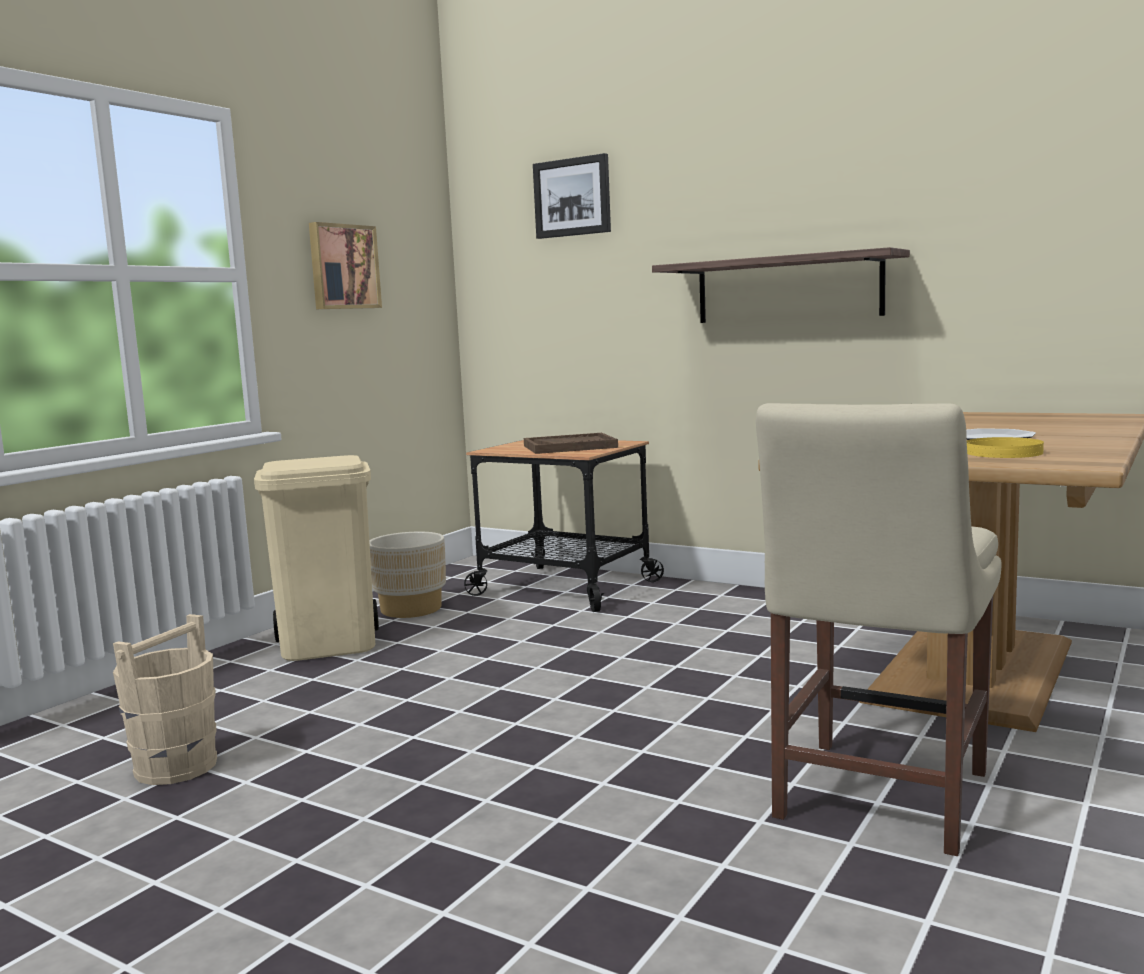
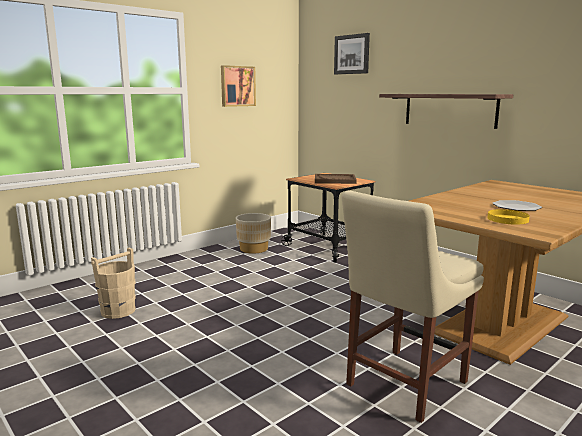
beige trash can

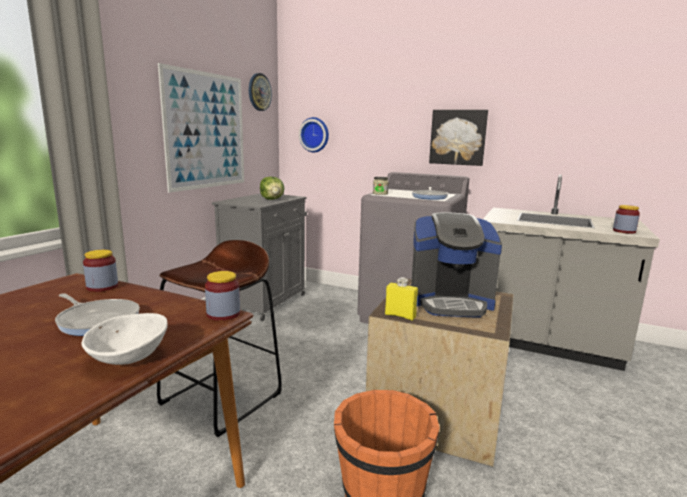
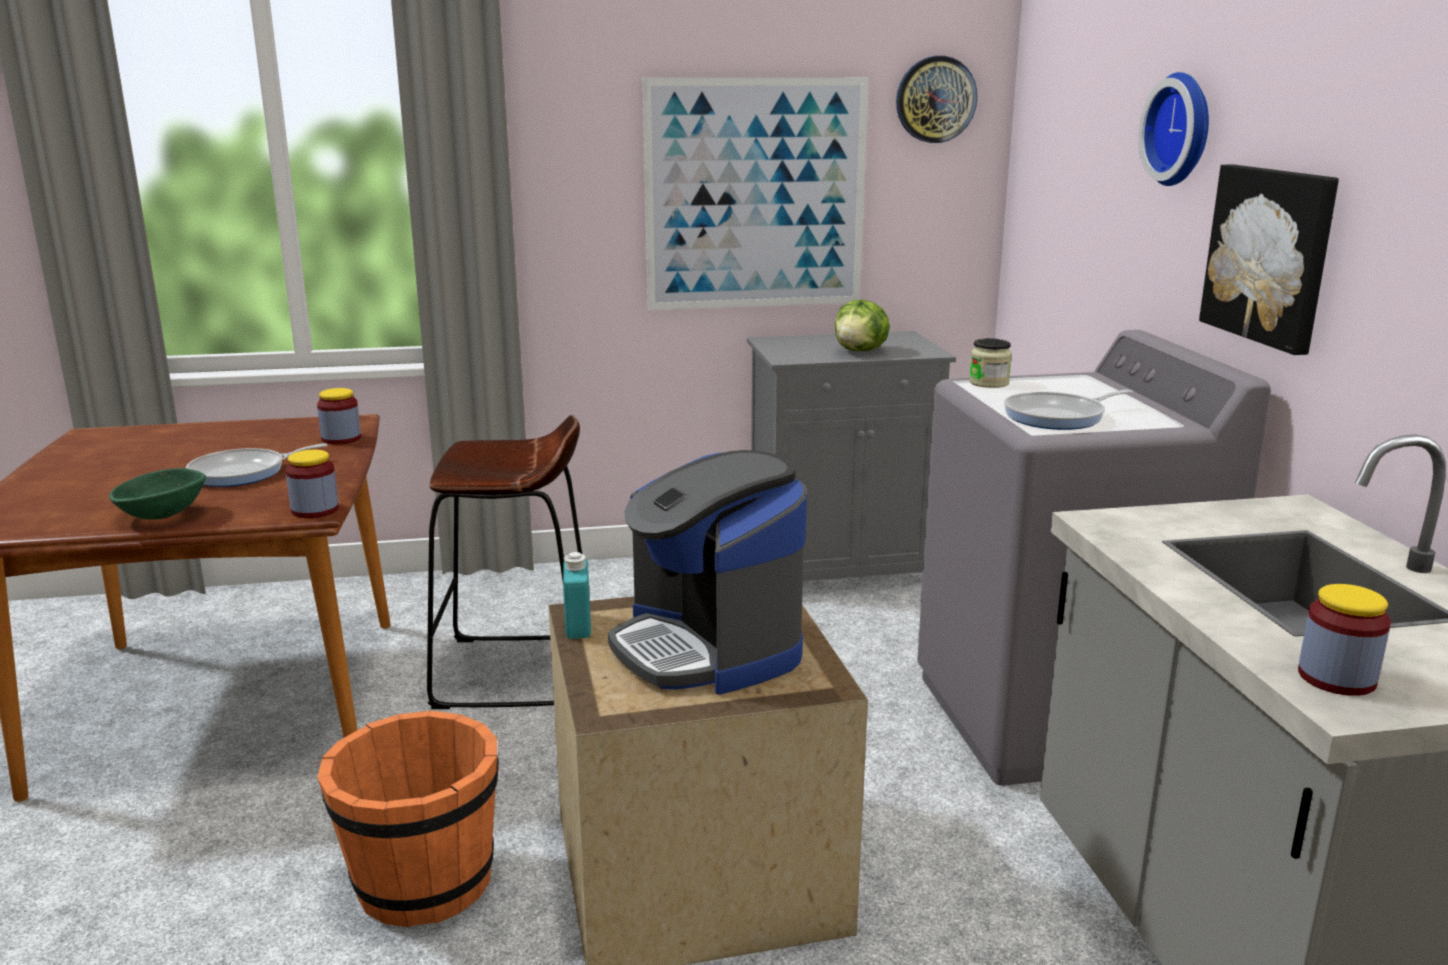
wall clock (2nd from left); green bowl; turquoise bottle; frying pan (1st from left)

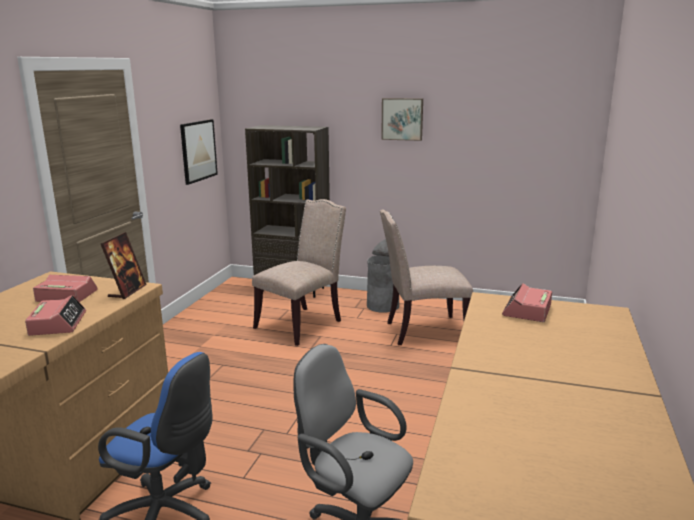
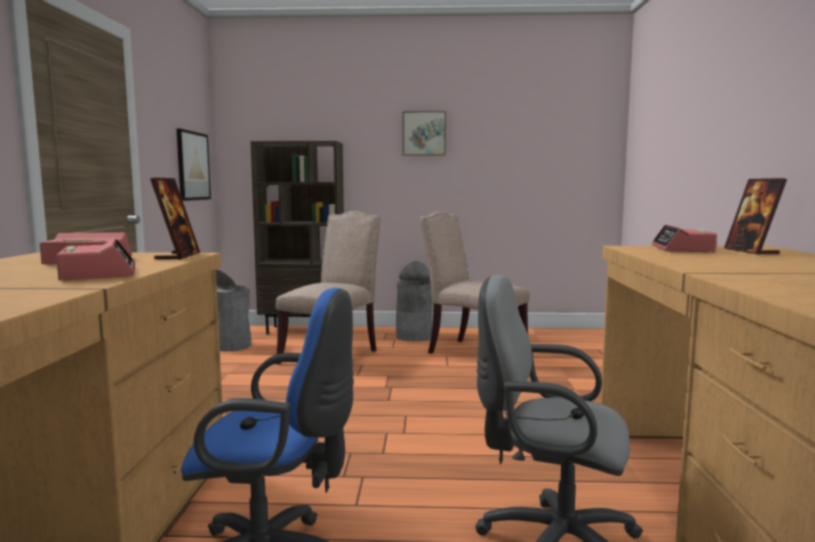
grey trash can (1st from left); picture frame (2nd from left); beige chair (2nd from left)

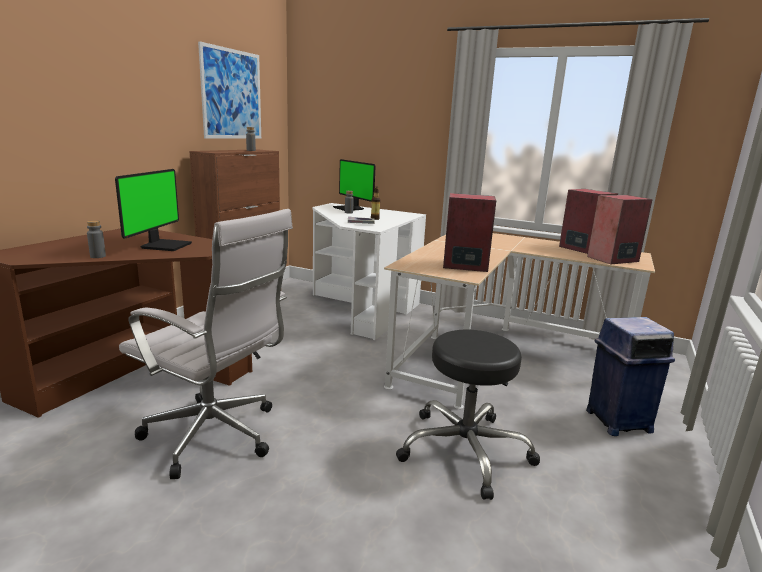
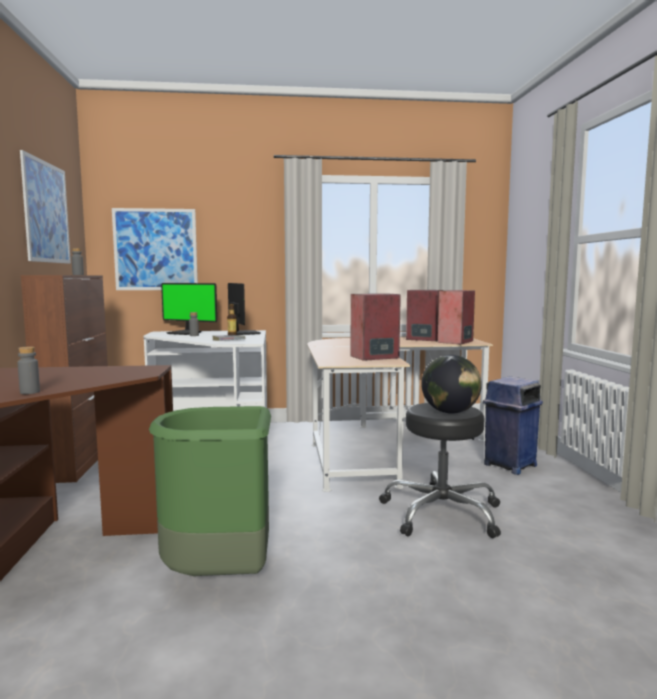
picture (2nd from left); globe; monitor (2nd from left); green trash can

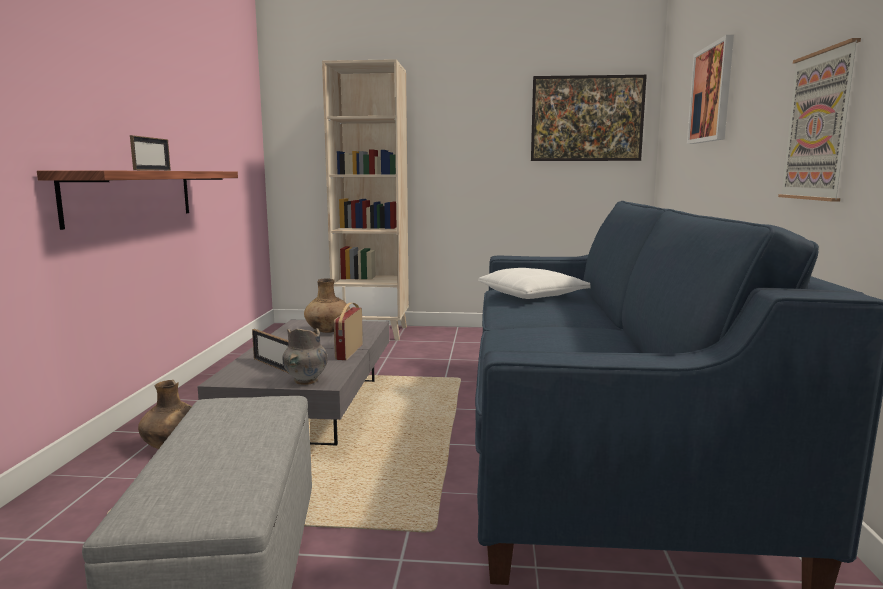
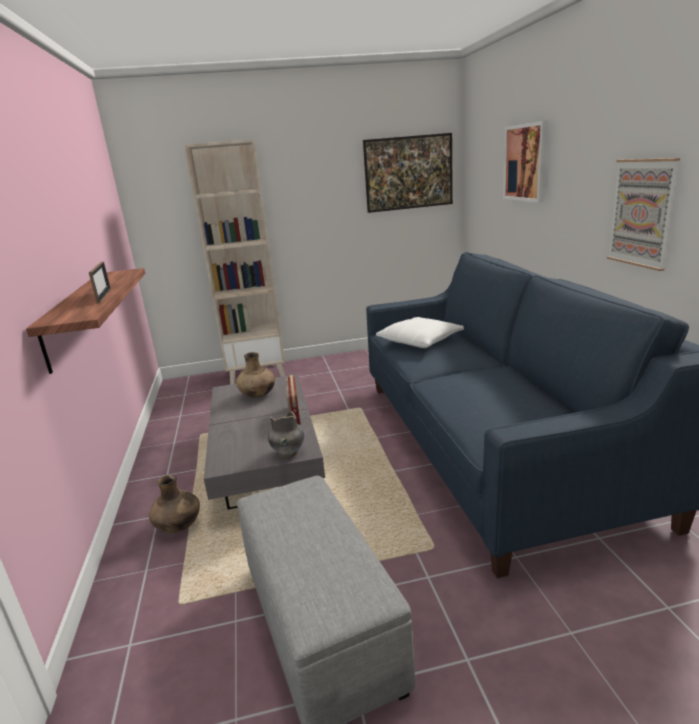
picture frame (2nd from left in the first image)

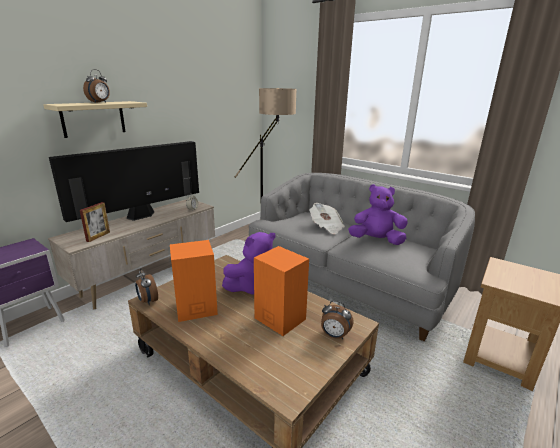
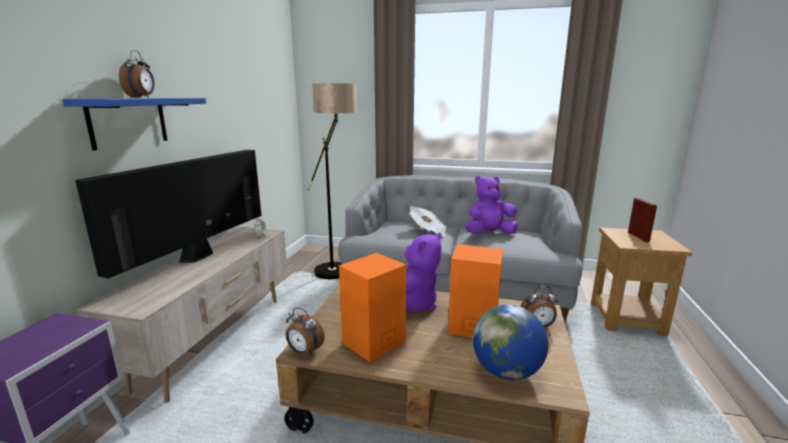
globe; picture frame; blue shelf

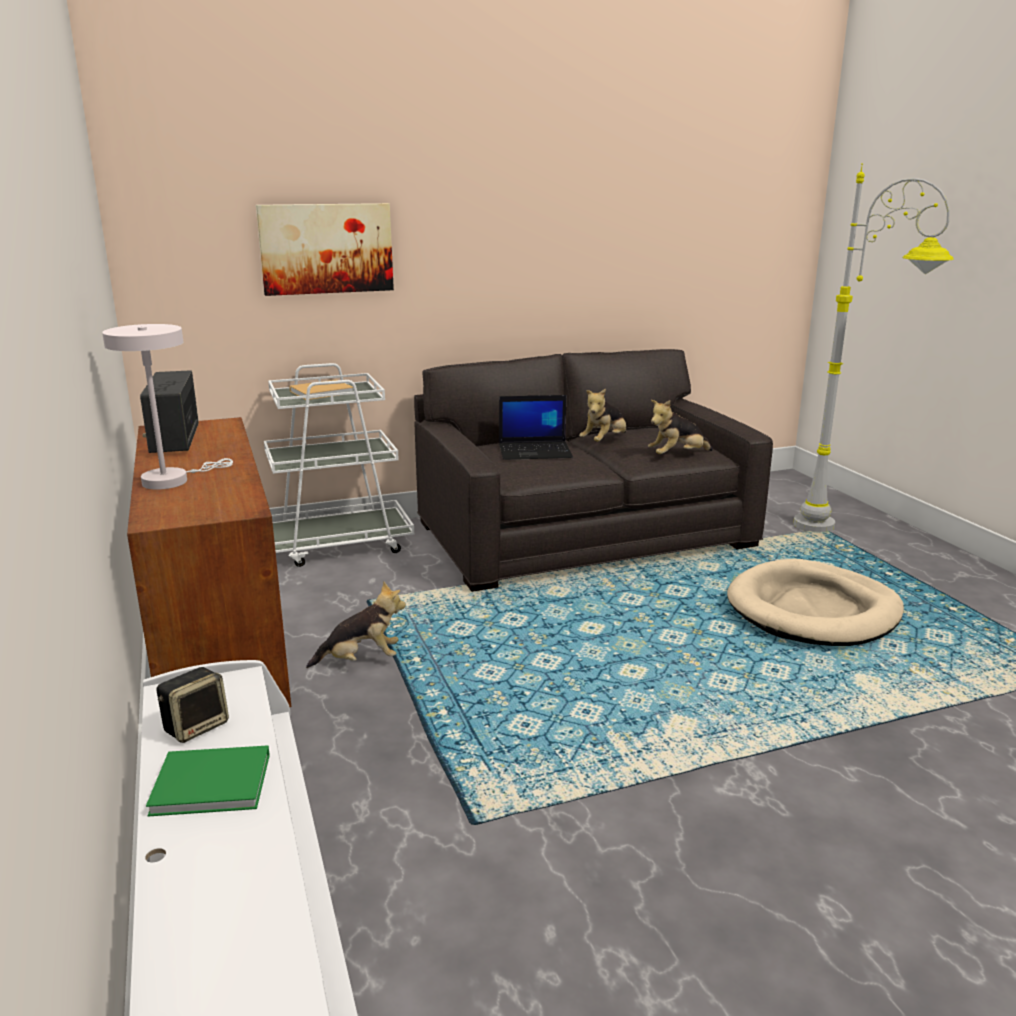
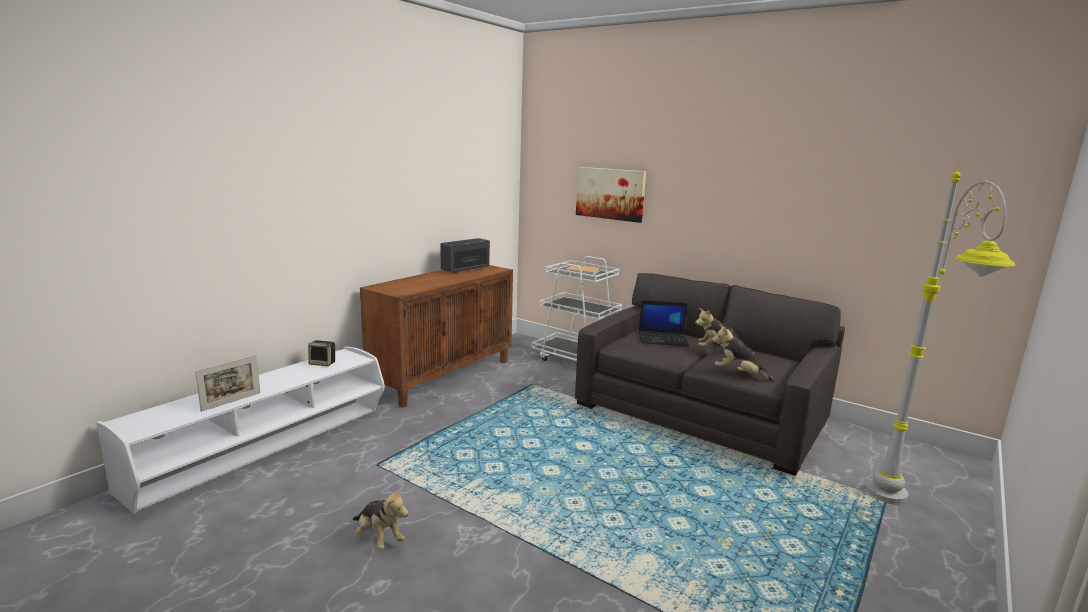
white table lamp; green book; beige dog bed; picture frame; plush toy (1st from left); laptop

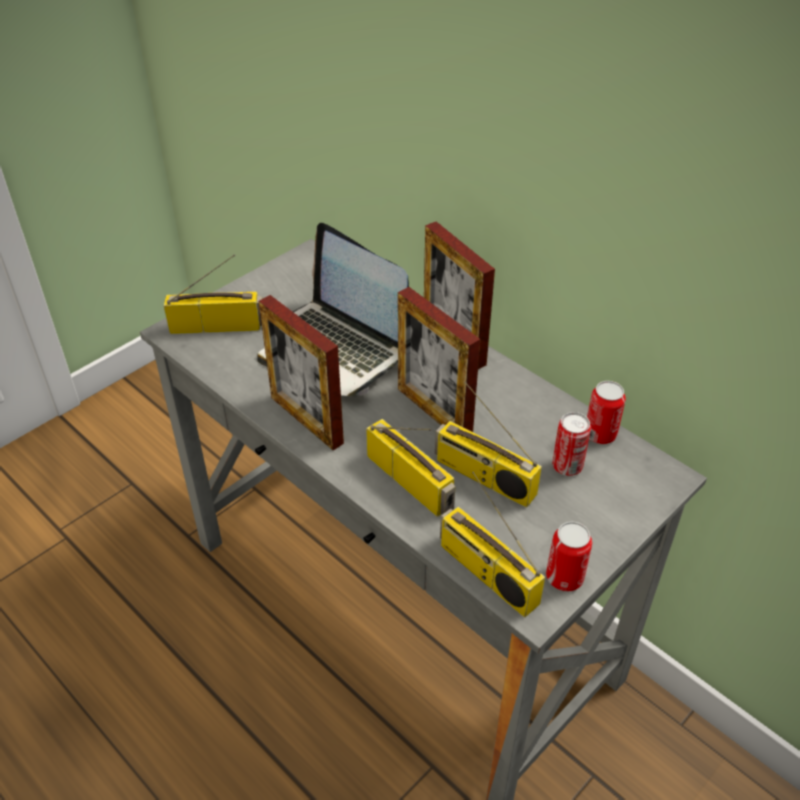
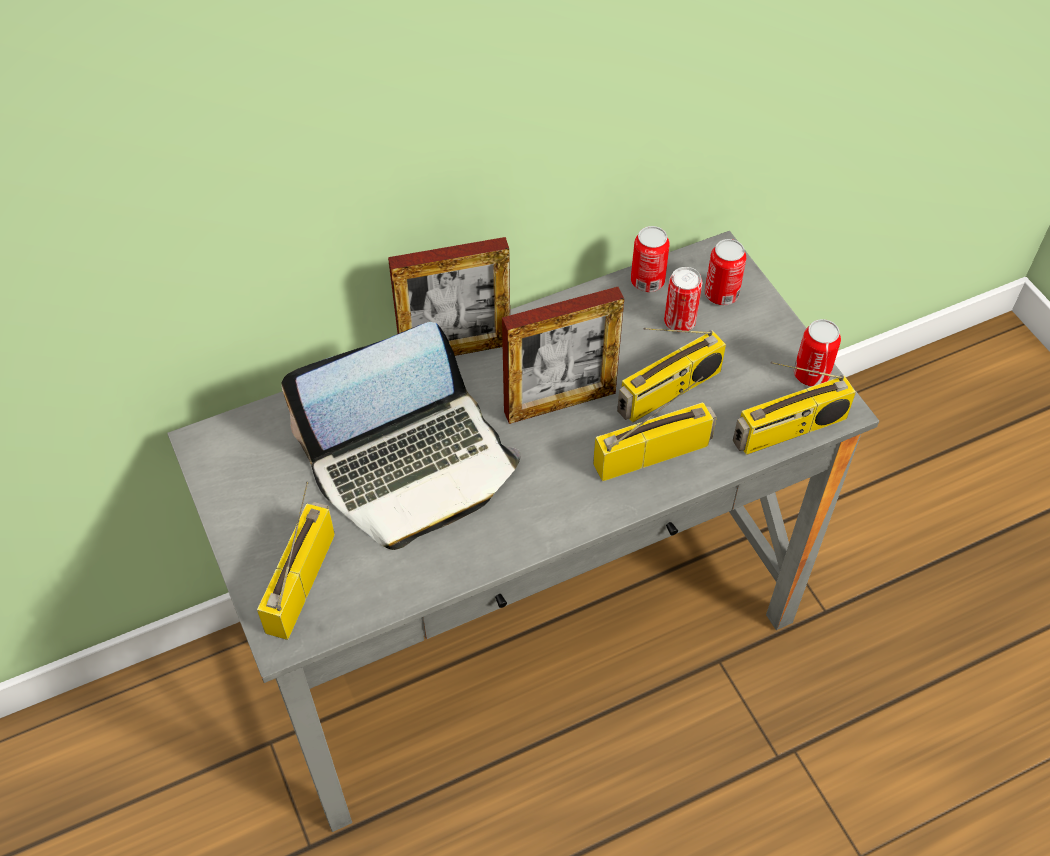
picture frame (1st from left in the first image); can (3rd from left)

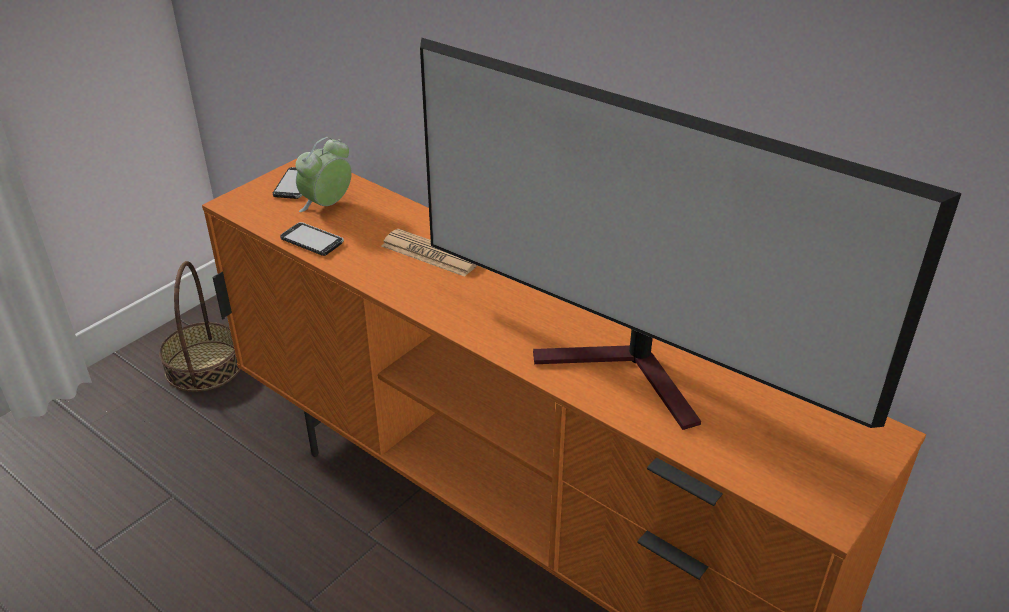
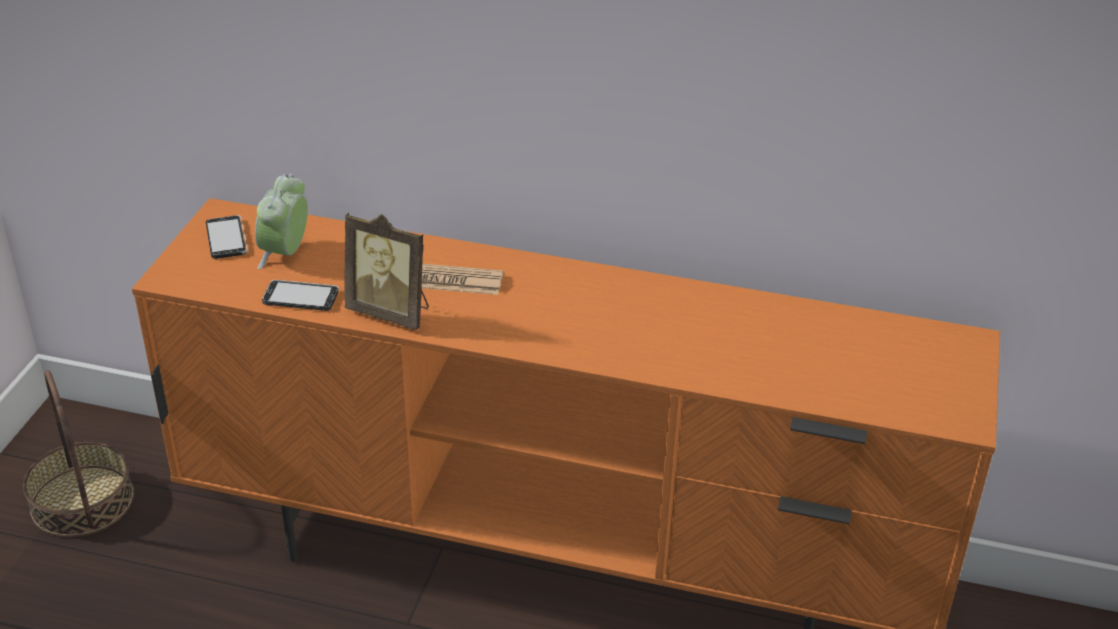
television; picture frame

